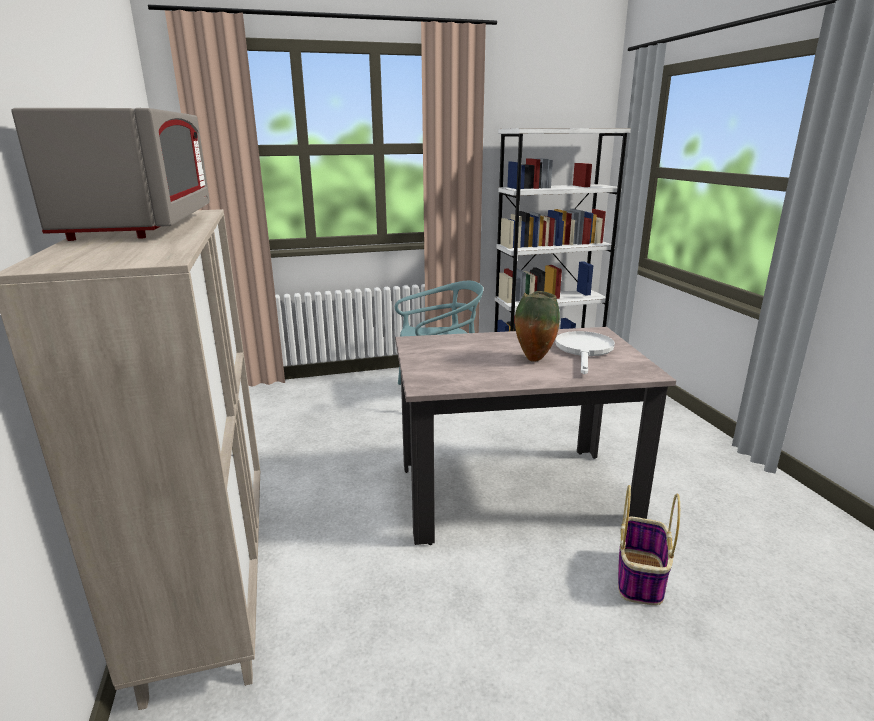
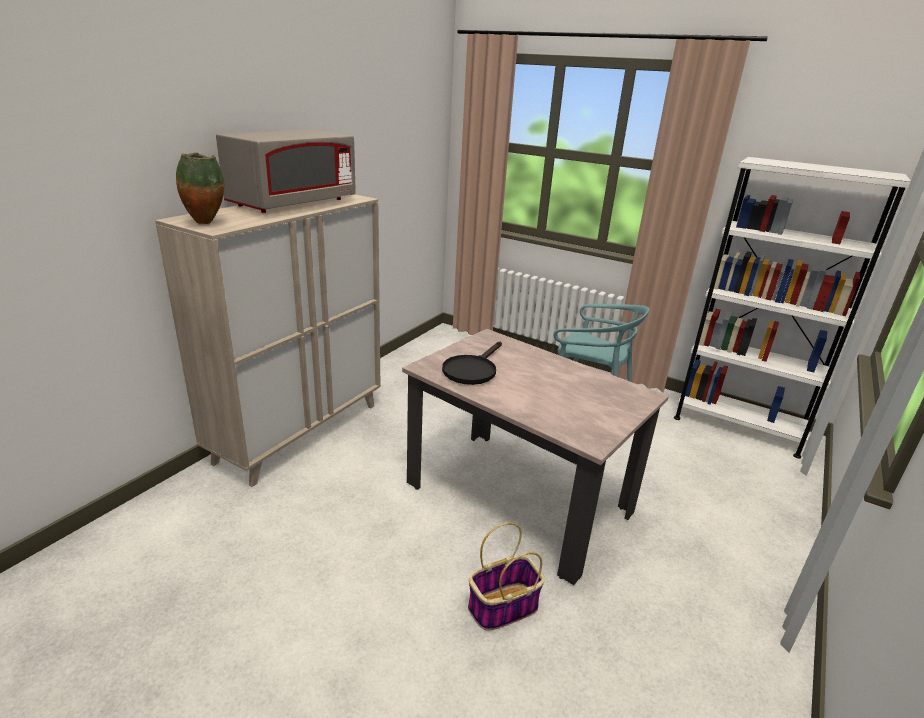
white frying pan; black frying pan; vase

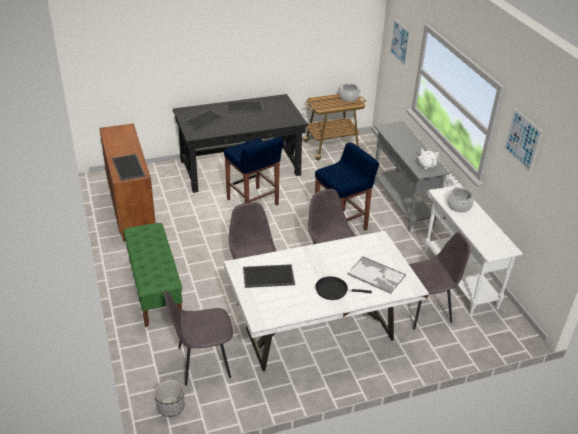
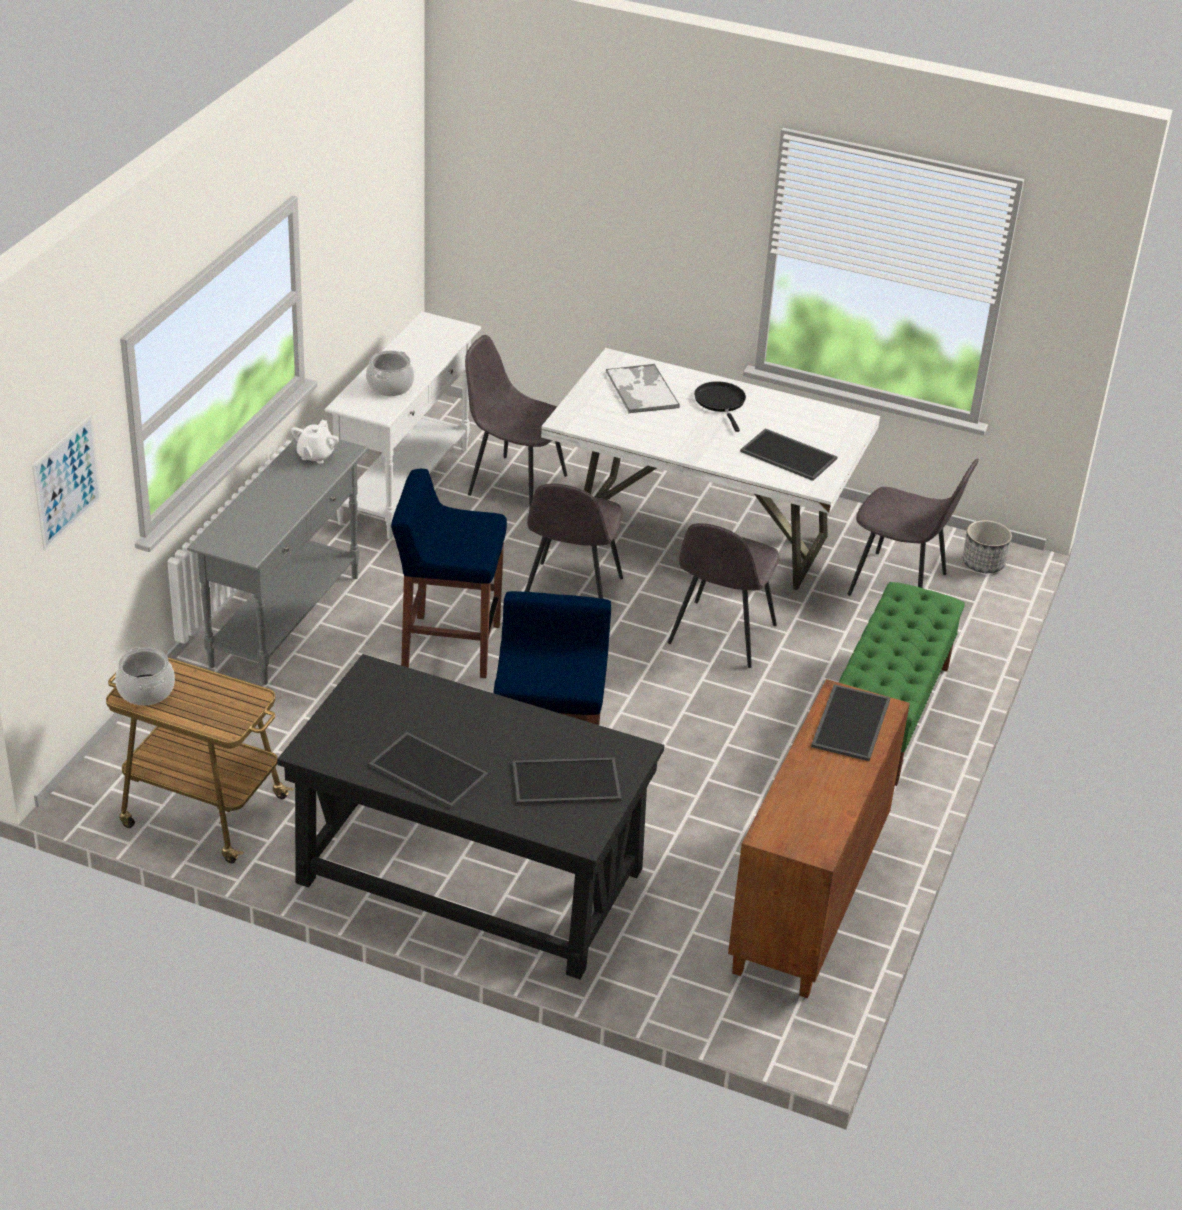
picture (2nd from left in the first image); black frying pan

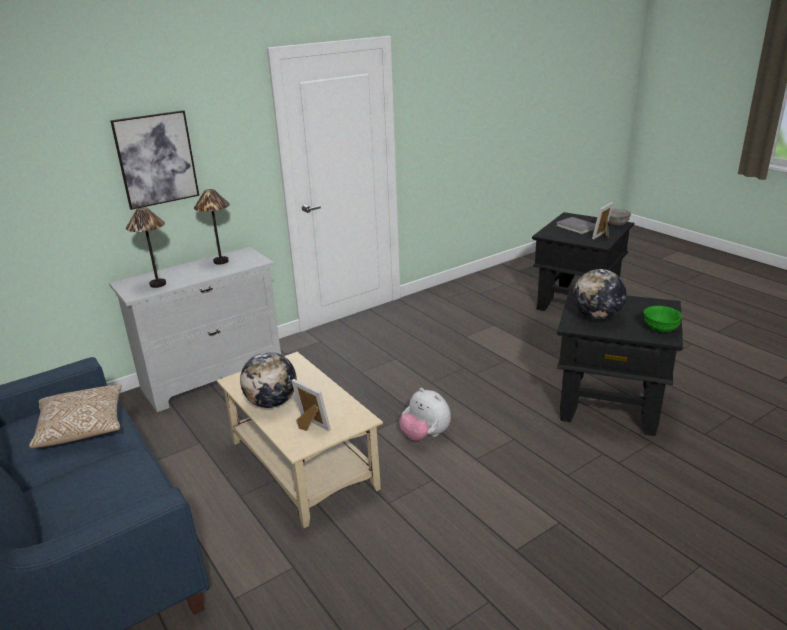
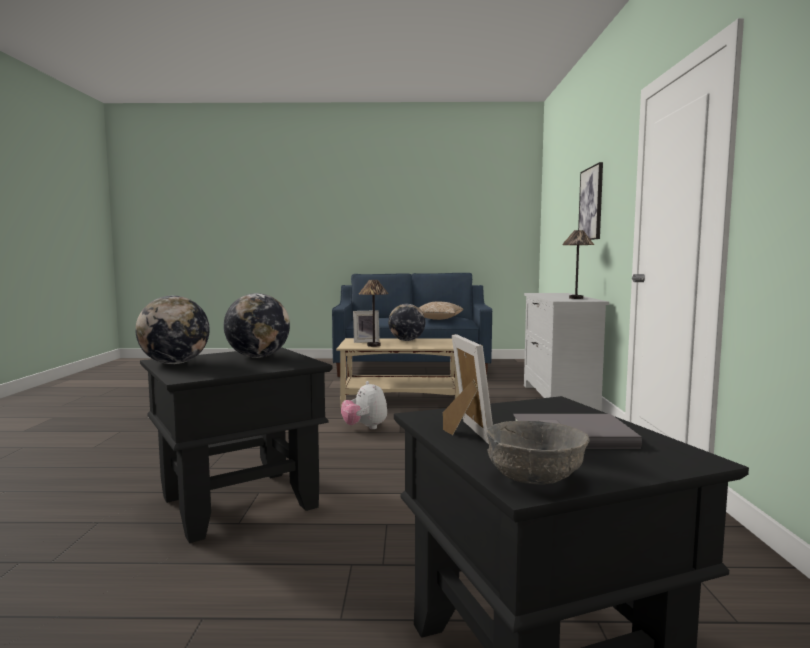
table lamp (1st from left); globe (1st from left); plush toy

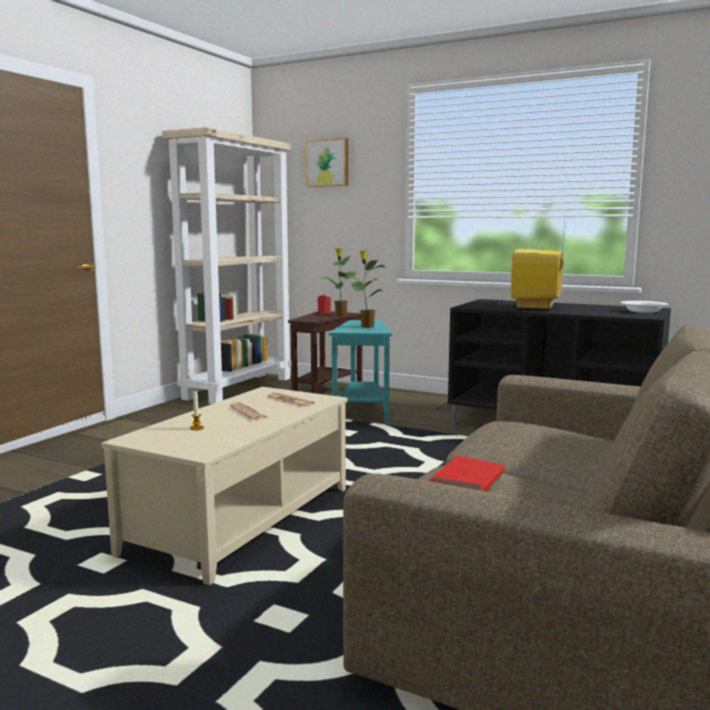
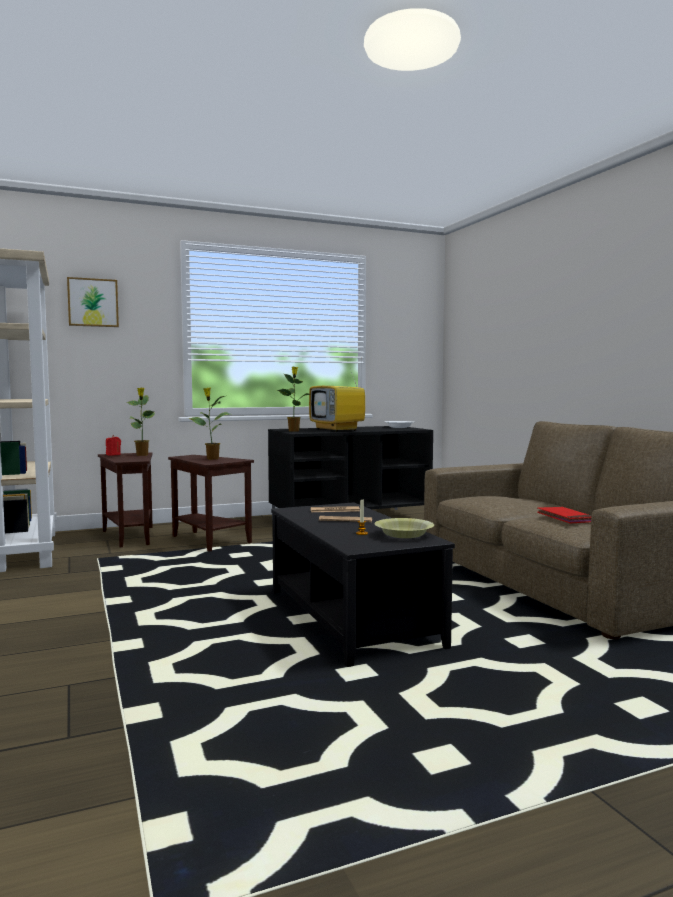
potted plant (3rd from left); yellow bowl; black coffee table; brown side table (2nd from left)

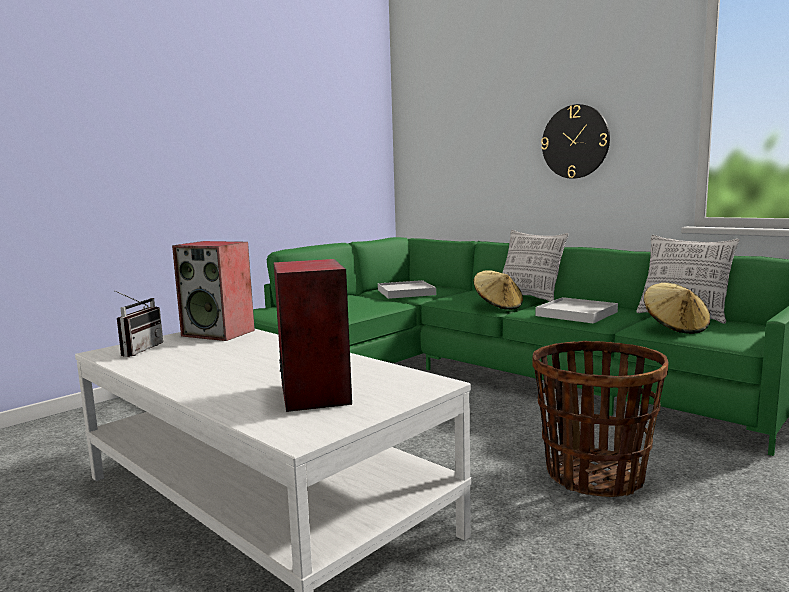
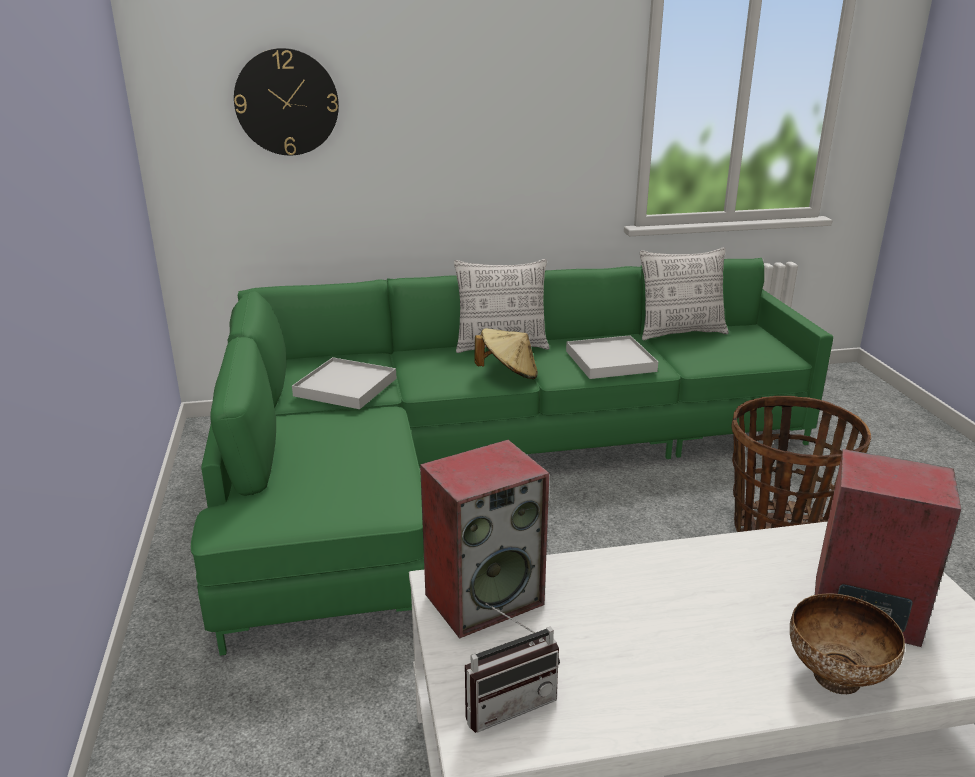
beige hat (2nd from left in the first image); bowl; wall clock; radio

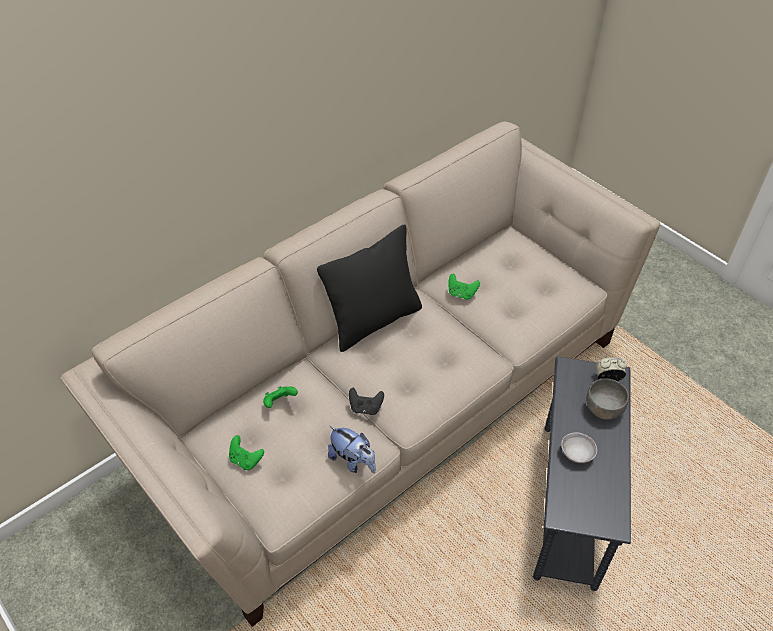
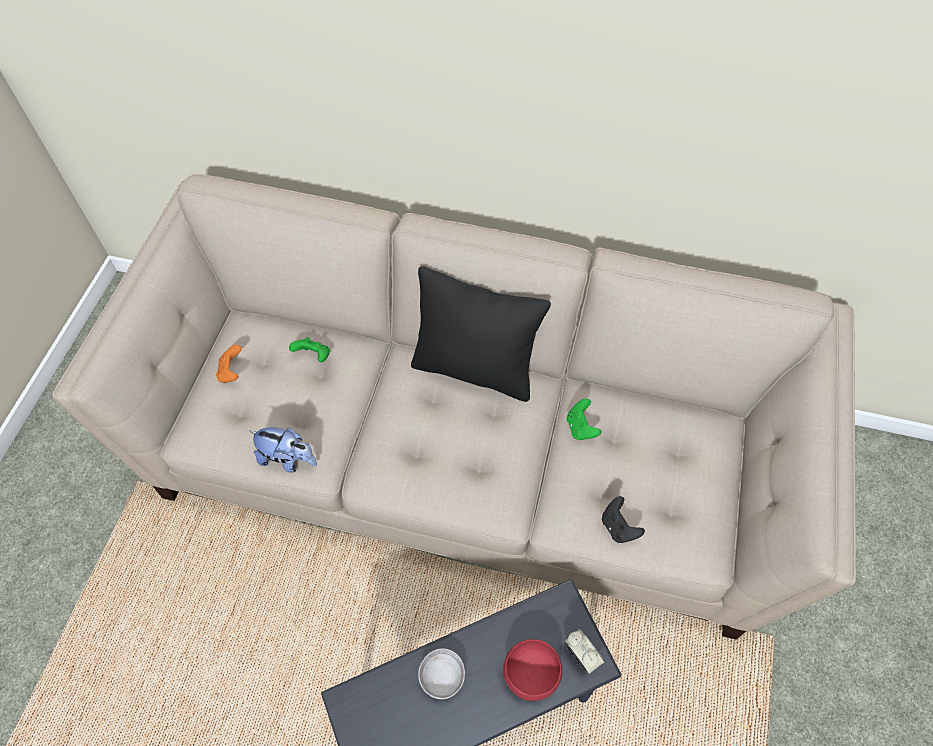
black game controller; orange game controller; red bowl; plush toy

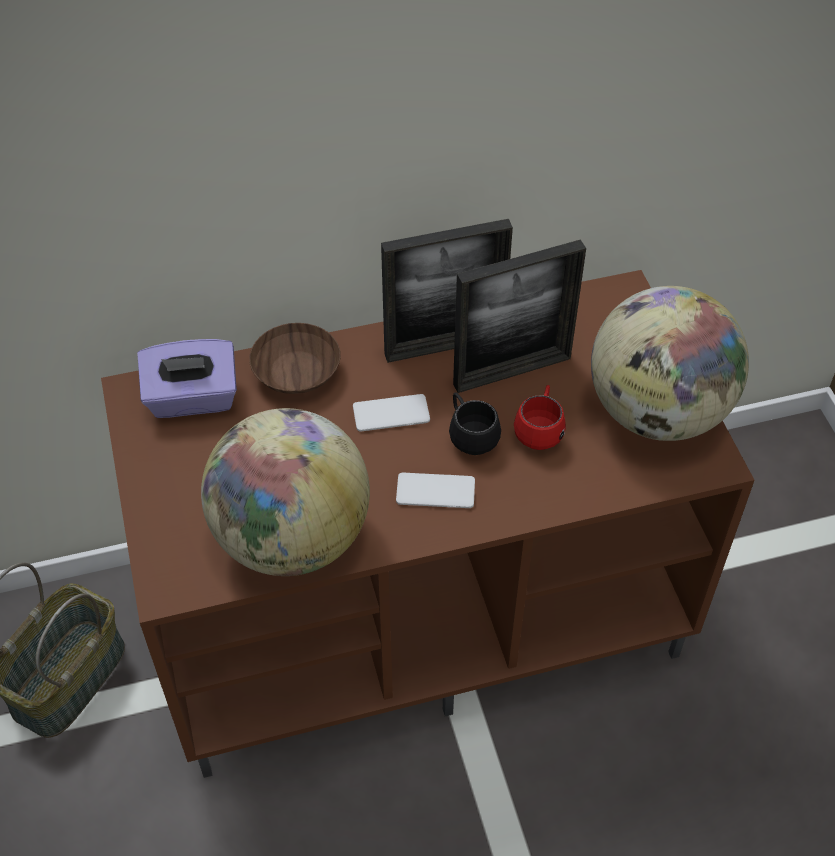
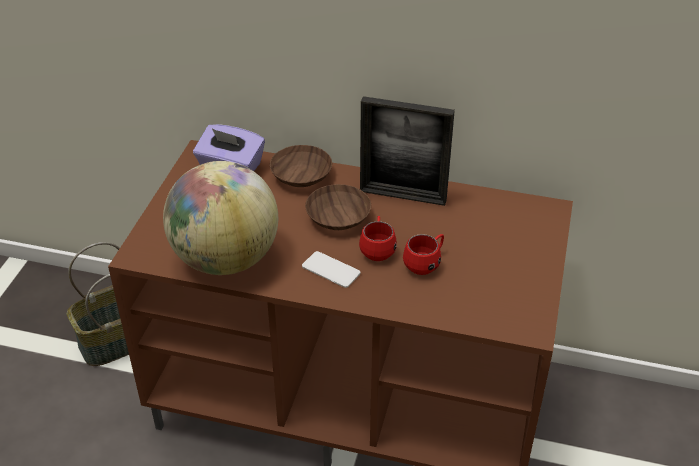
picture frame (2nd from left in the first image); globe (2nd from left in the first image); brown bowl (2nd from left); red mug (1st from left)

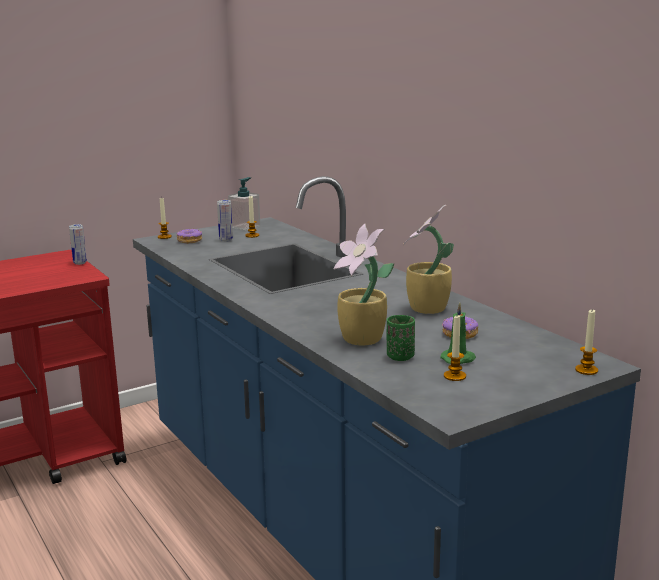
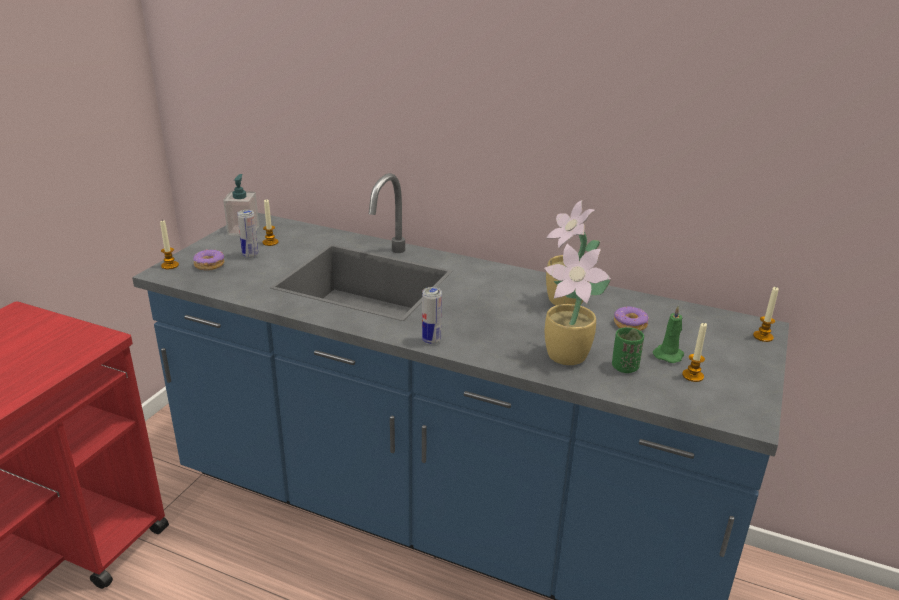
can (2nd from left)

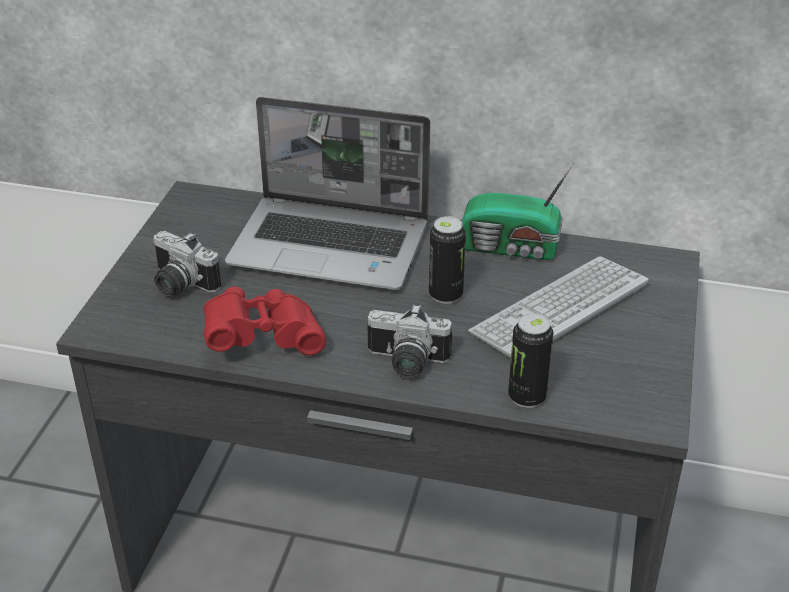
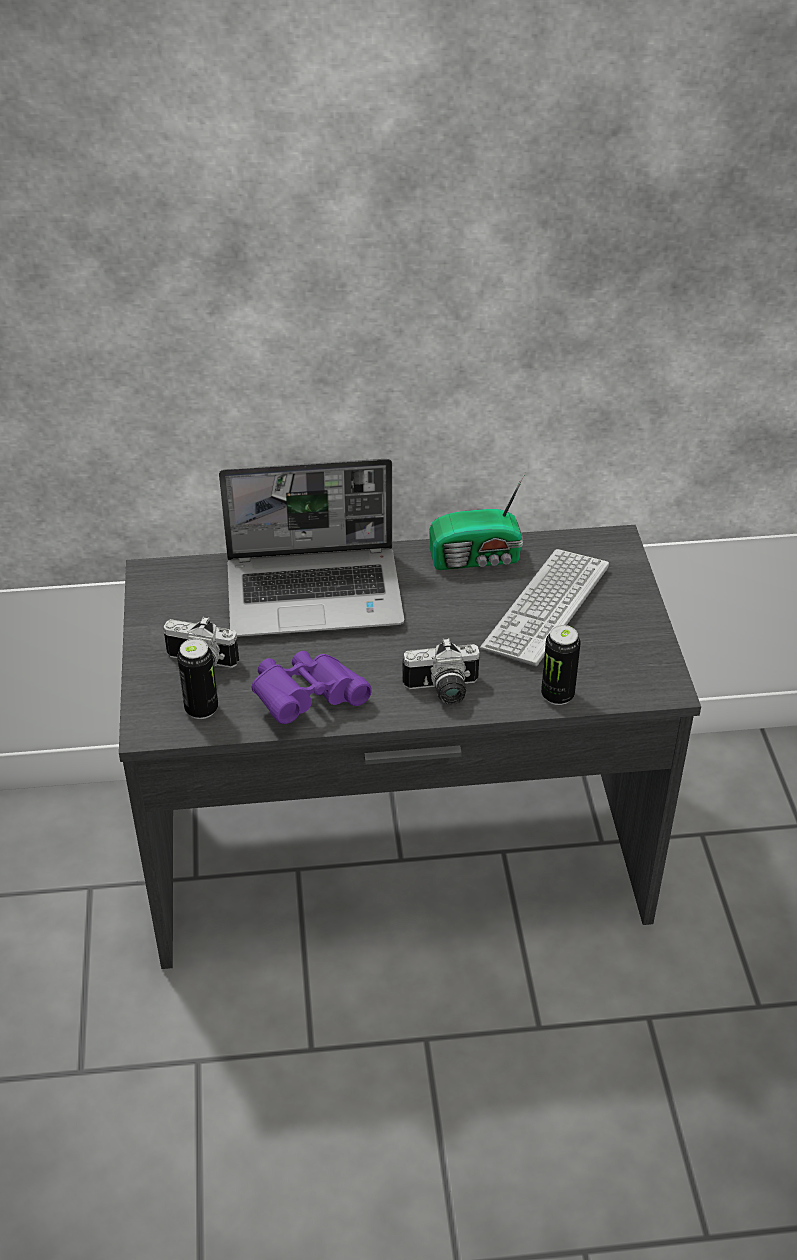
can (1st from left); purple binoculars

